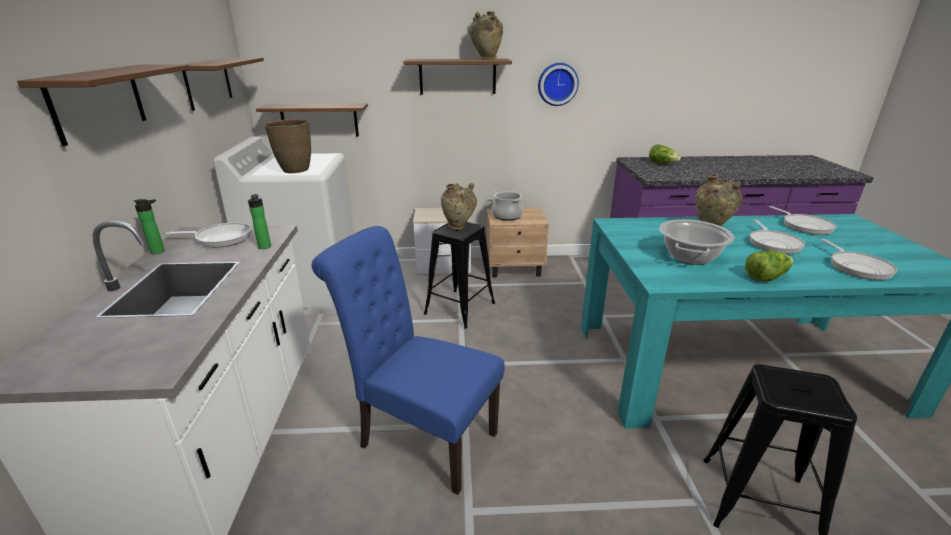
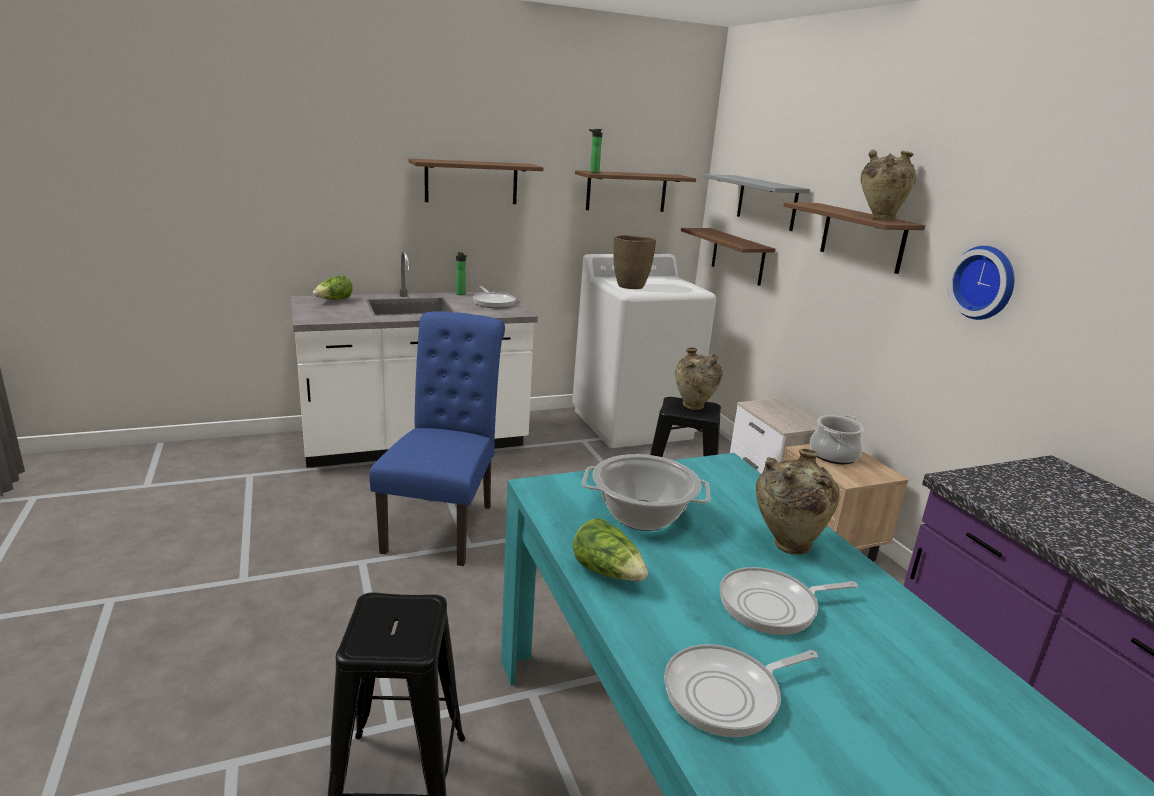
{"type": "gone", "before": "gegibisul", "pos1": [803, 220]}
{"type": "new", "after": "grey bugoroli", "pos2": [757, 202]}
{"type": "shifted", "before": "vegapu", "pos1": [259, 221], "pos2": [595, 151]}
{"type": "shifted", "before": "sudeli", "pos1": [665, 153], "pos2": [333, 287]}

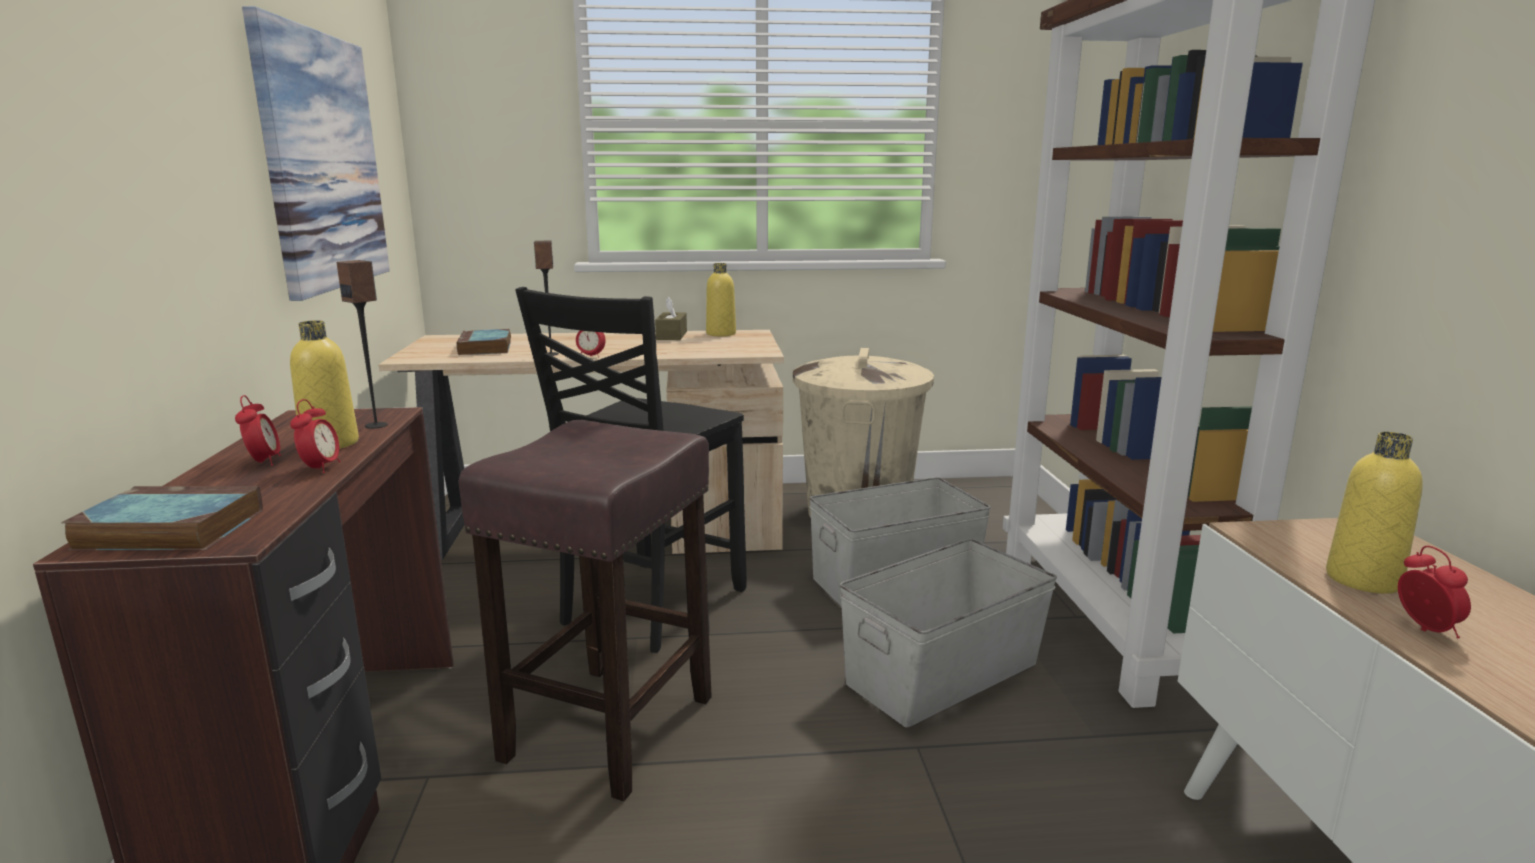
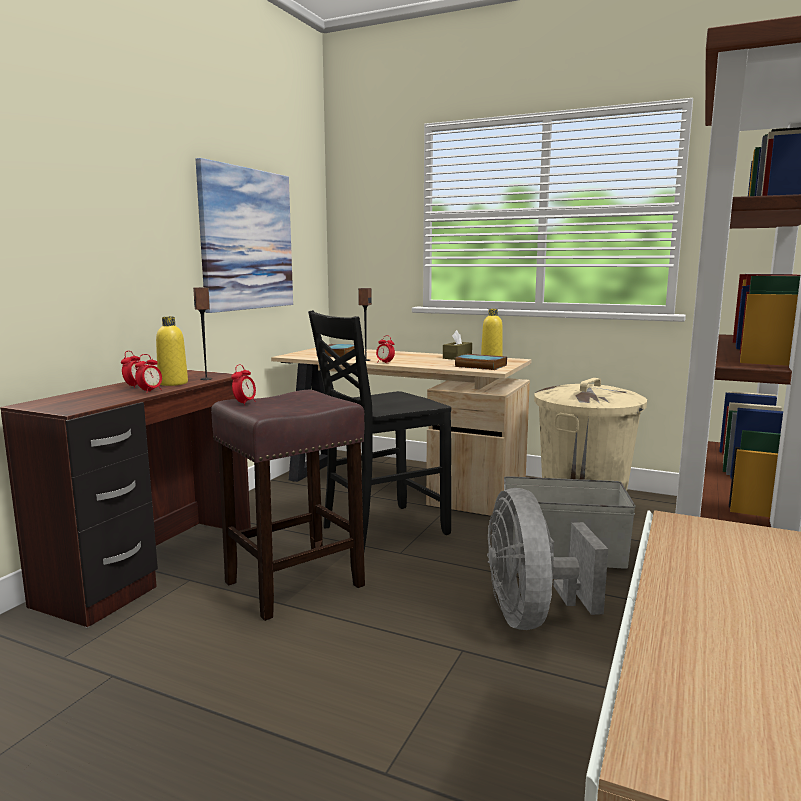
{"type": "gone", "before": "yellow vegapu", "pos1": [1374, 513]}
{"type": "shifted", "before": "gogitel", "pos1": [162, 518], "pos2": [480, 362]}
{"type": "shifted", "before": "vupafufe", "pos1": [1434, 592], "pos2": [243, 384]}
{"type": "swapped", "before": "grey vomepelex", "after": "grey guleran", "pos1": [948, 633], "pos2": [547, 559]}

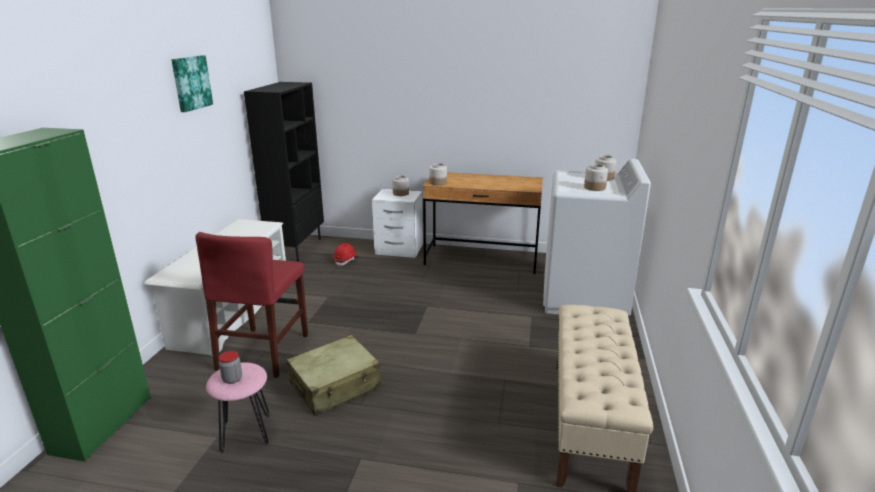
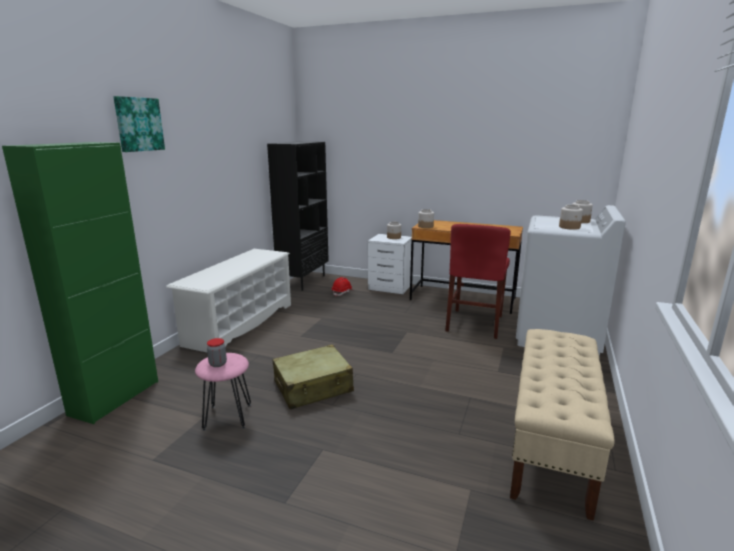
{"type": "shifted", "before": "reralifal", "pos1": [192, 83], "pos2": [139, 124]}
{"type": "shifted", "before": "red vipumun", "pos1": [251, 305], "pos2": [478, 281]}

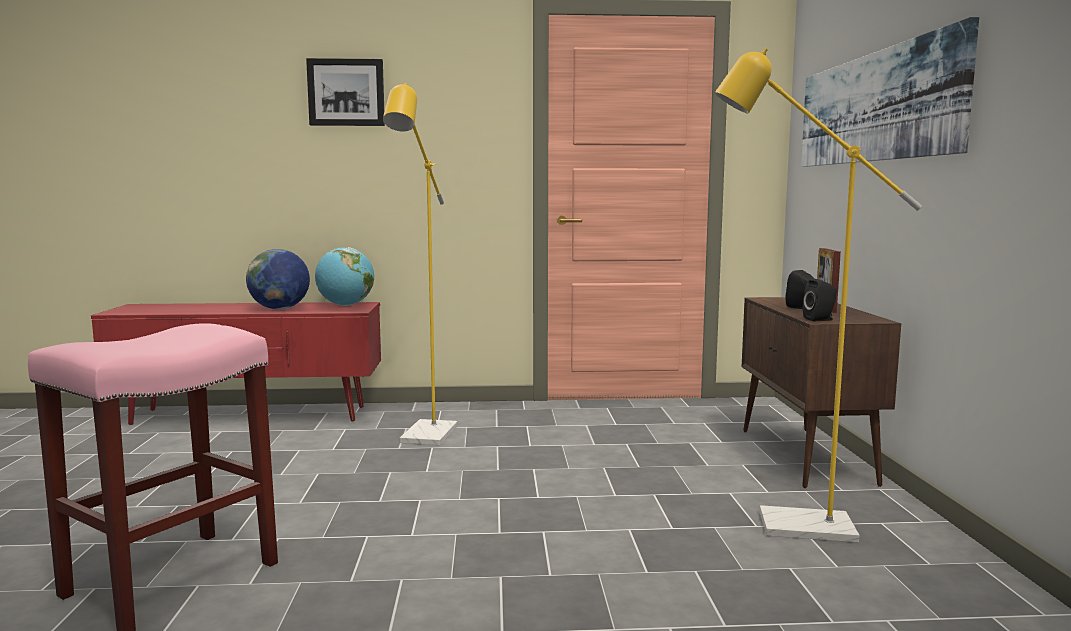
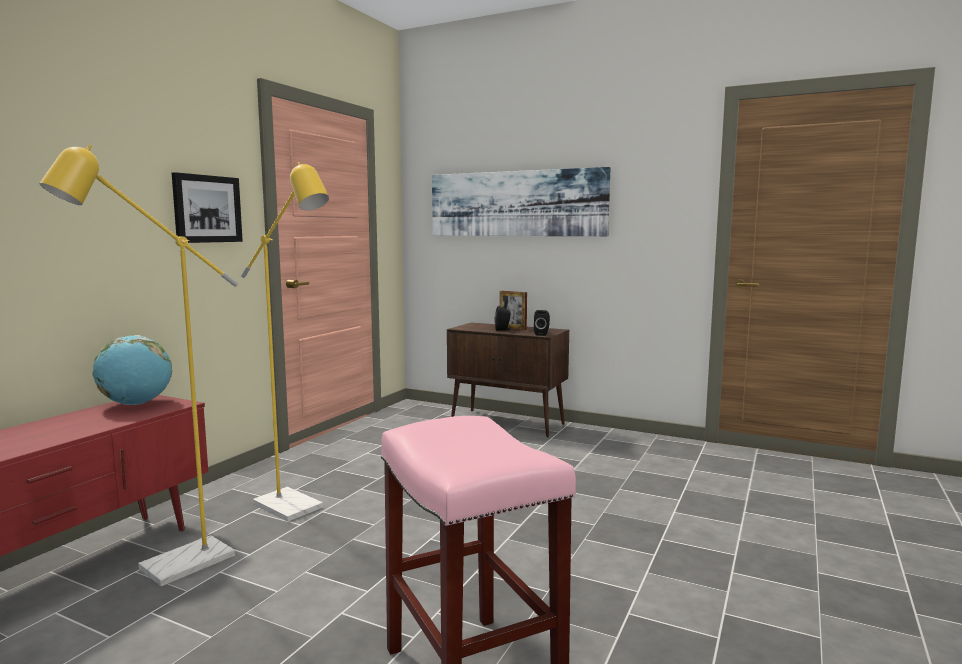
{"type": "gone", "before": "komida", "pos1": [278, 279]}
{"type": "shifted", "before": "reralifal", "pos1": [345, 92], "pos2": [207, 207]}
{"type": "shifted", "before": "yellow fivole", "pos1": [818, 295], "pos2": [138, 365]}

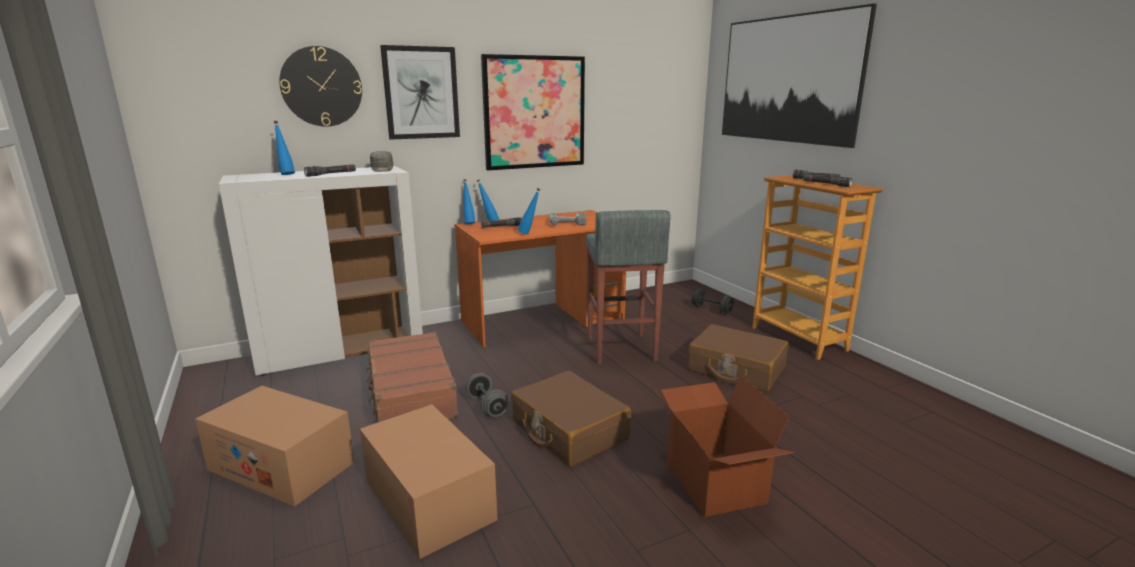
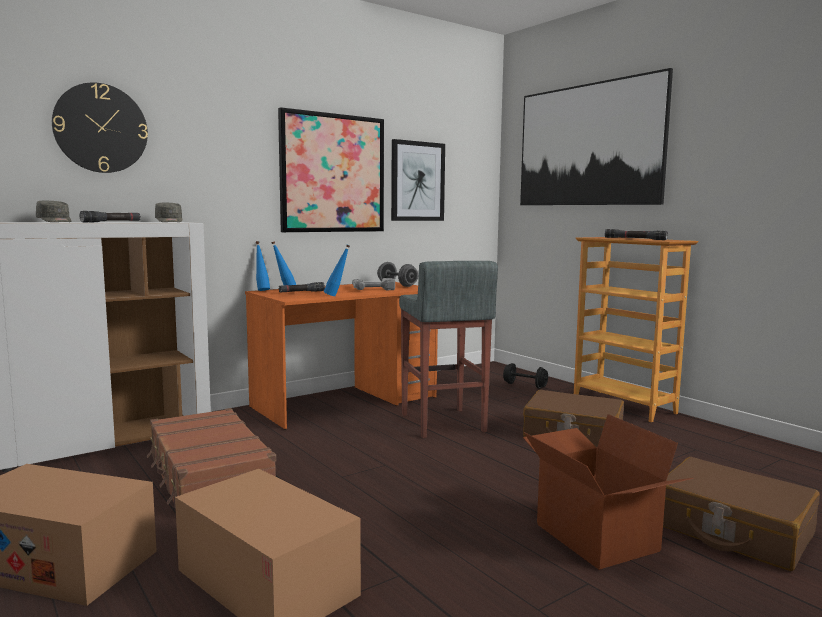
{"type": "shifted", "before": "reralifal", "pos1": [420, 92], "pos2": [418, 180]}
{"type": "shifted", "before": "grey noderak", "pos1": [487, 395], "pos2": [397, 274]}
{"type": "shifted", "before": "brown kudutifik", "pos1": [571, 419], "pos2": [741, 514]}
{"type": "swapped", "before": "blue vegapu", "after": "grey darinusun", "pos1": [284, 148], "pos2": [53, 211]}

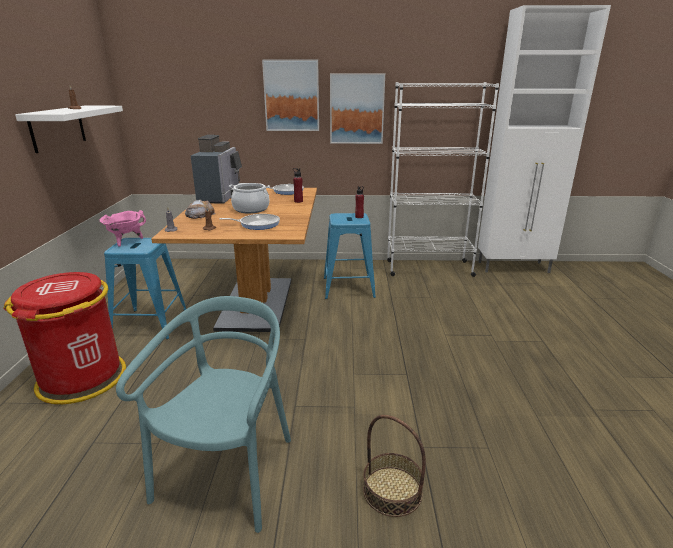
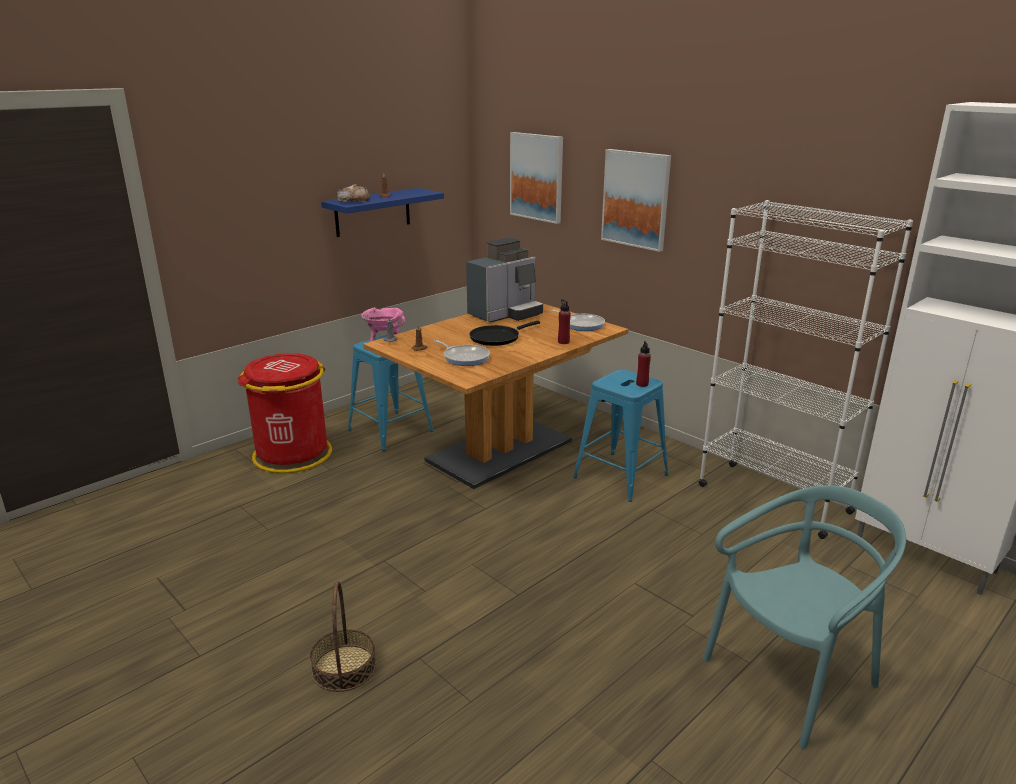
{"type": "shifted", "before": "turquoise vipumun", "pos1": [203, 414], "pos2": [804, 616]}
{"type": "shifted", "before": "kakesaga", "pos1": [200, 209], "pos2": [353, 193]}
{"type": "shifted", "before": "reralifal", "pos1": [357, 109], "pos2": [536, 178]}
{"type": "swapped", "before": "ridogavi", "after": "black gegibisul", "pos1": [249, 198], "pos2": [504, 333]}
{"type": "repainted", "before": "white bugoroli", "after": "blue bugoroli", "pos1": [69, 129], "pos2": [382, 212]}

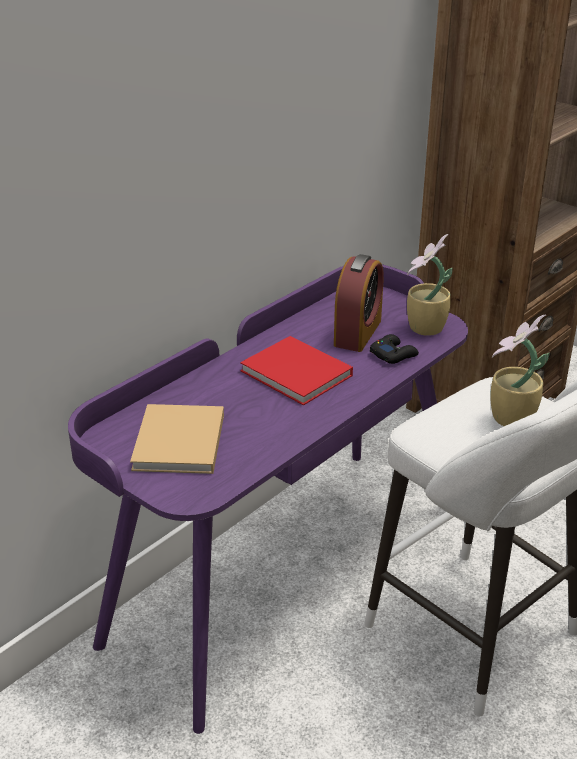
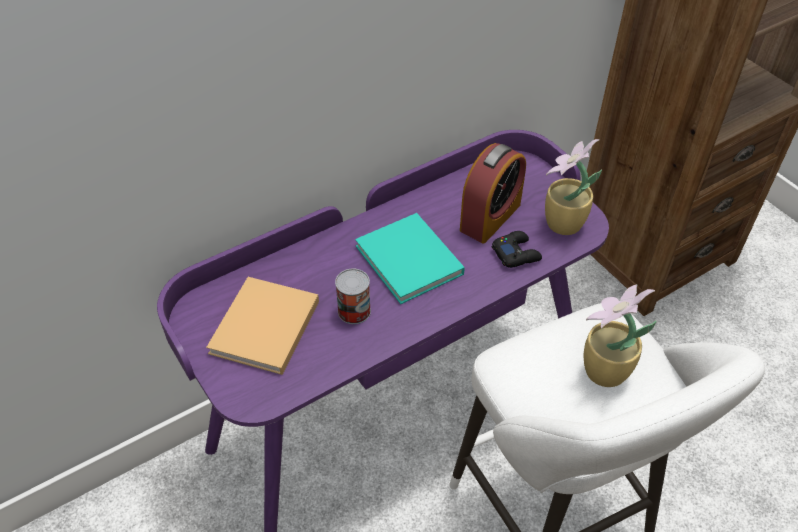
{"type": "new", "after": "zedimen", "pos2": [353, 296]}
{"type": "repainted", "before": "red gogitel", "after": "turquoise gogitel", "pos1": [296, 371], "pos2": [410, 258]}

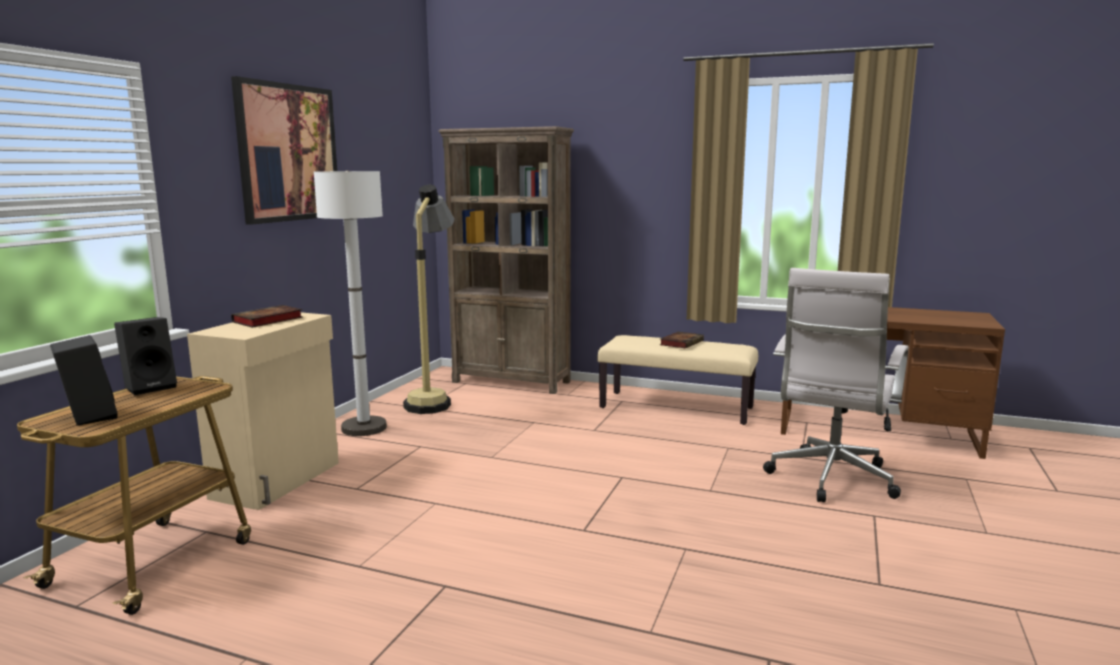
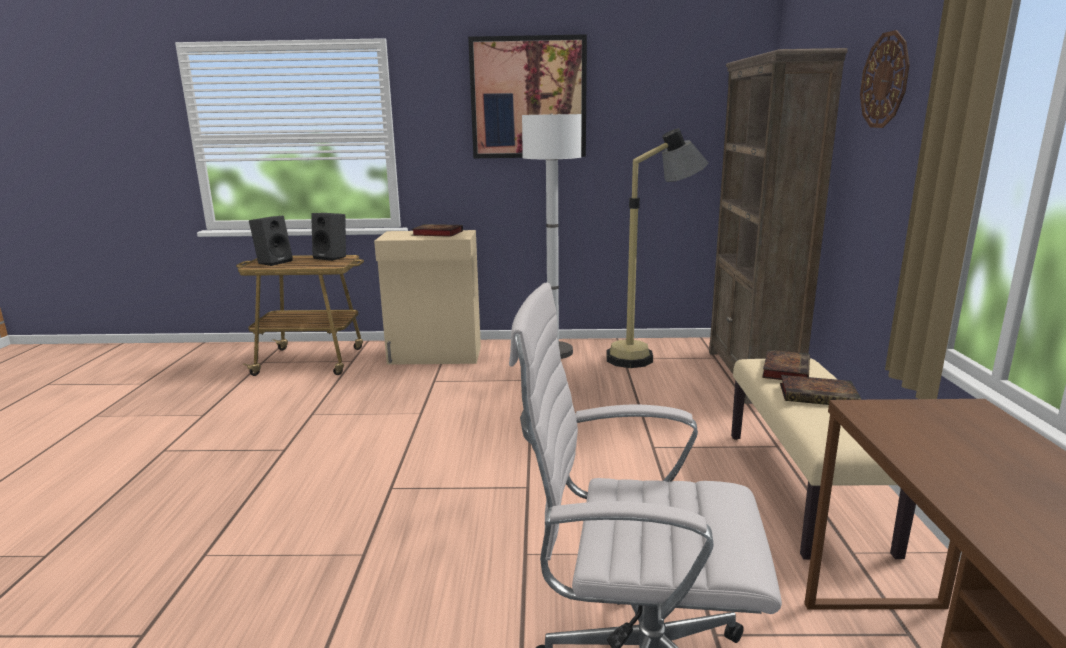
{"type": "new", "after": "gogitel", "pos2": [786, 364]}
{"type": "new", "after": "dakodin", "pos2": [885, 79]}

